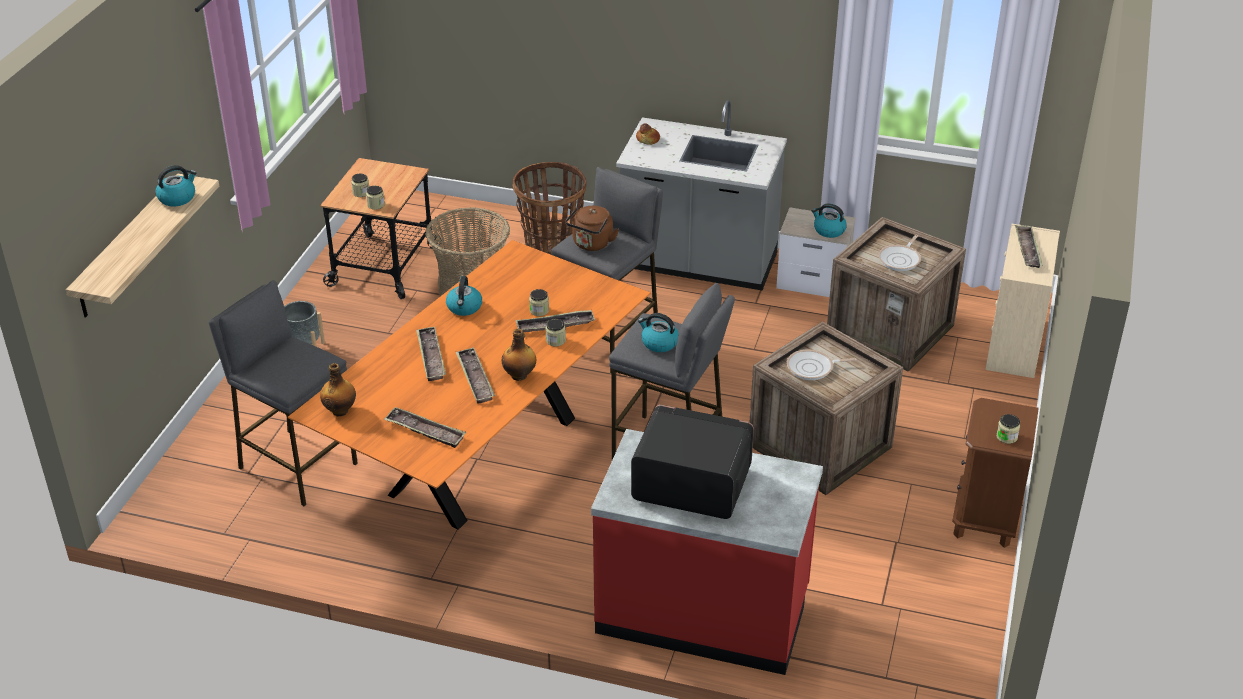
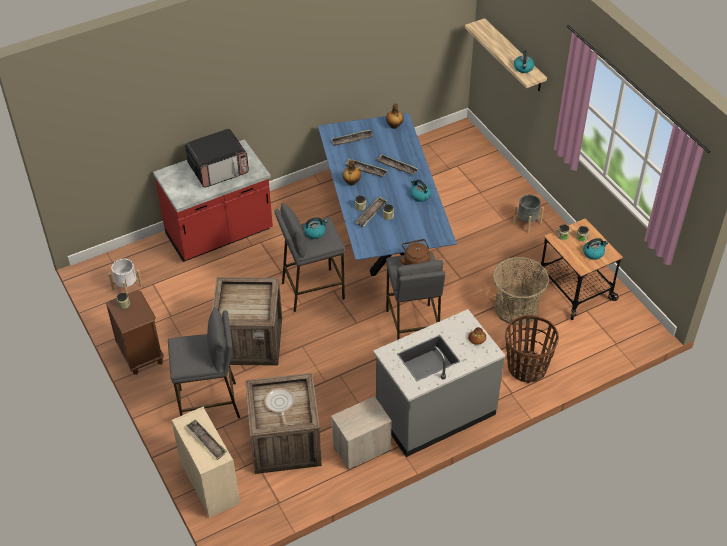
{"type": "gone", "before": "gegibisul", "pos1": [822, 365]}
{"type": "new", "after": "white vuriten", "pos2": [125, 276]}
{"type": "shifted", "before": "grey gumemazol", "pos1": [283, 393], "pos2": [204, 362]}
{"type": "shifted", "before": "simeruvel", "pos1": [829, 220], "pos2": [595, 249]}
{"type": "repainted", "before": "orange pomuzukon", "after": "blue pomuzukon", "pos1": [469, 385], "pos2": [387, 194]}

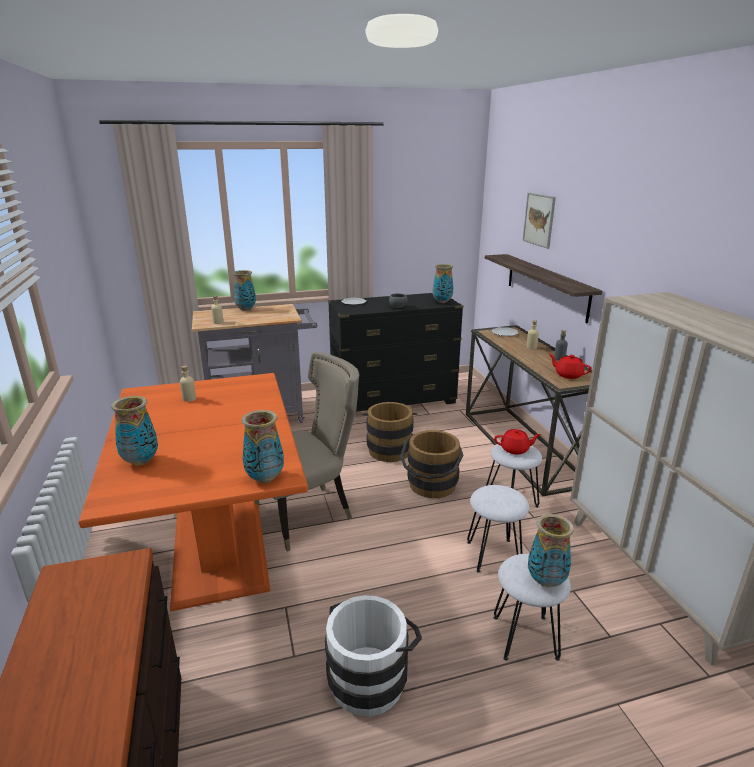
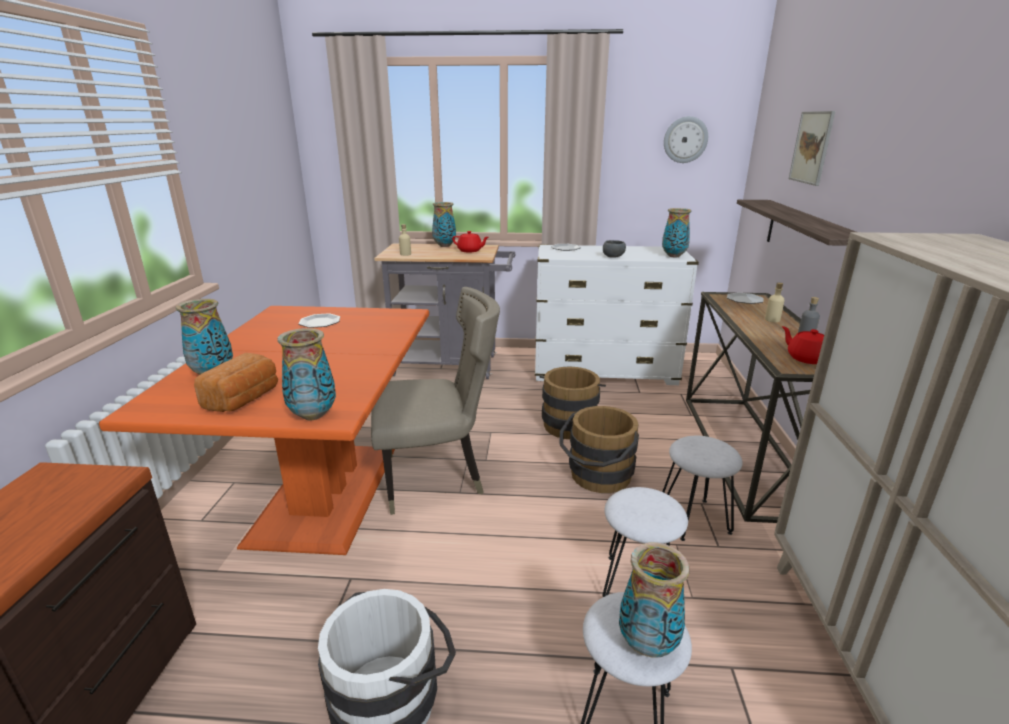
{"type": "new", "after": "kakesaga", "pos2": [236, 382]}
{"type": "new", "after": "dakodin", "pos2": [686, 139]}
{"type": "shifted", "before": "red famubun", "pos1": [517, 441], "pos2": [470, 241]}
{"type": "swapped", "before": "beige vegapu", "after": "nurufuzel", "pos1": [188, 383], "pos2": [319, 320]}
{"type": "repainted", "before": "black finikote", "after": "white finikote", "pos1": [396, 352], "pos2": [617, 314]}

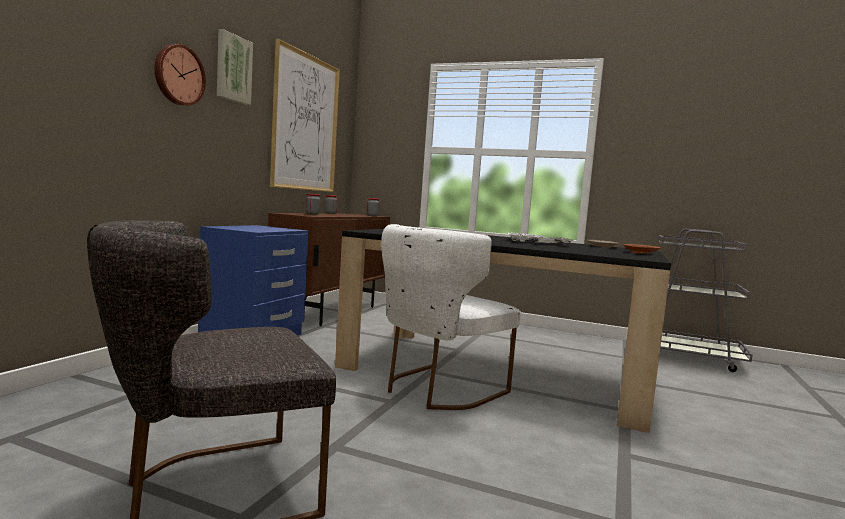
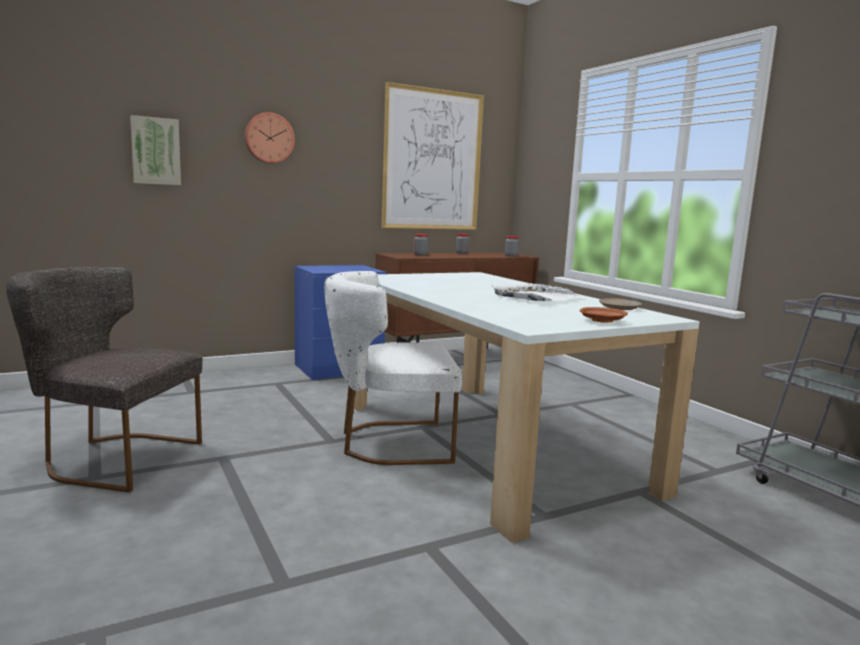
{"type": "shifted", "before": "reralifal", "pos1": [235, 67], "pos2": [155, 150]}
{"type": "repainted", "before": "black pomuzukon", "after": "white pomuzukon", "pos1": [503, 331], "pos2": [527, 407]}

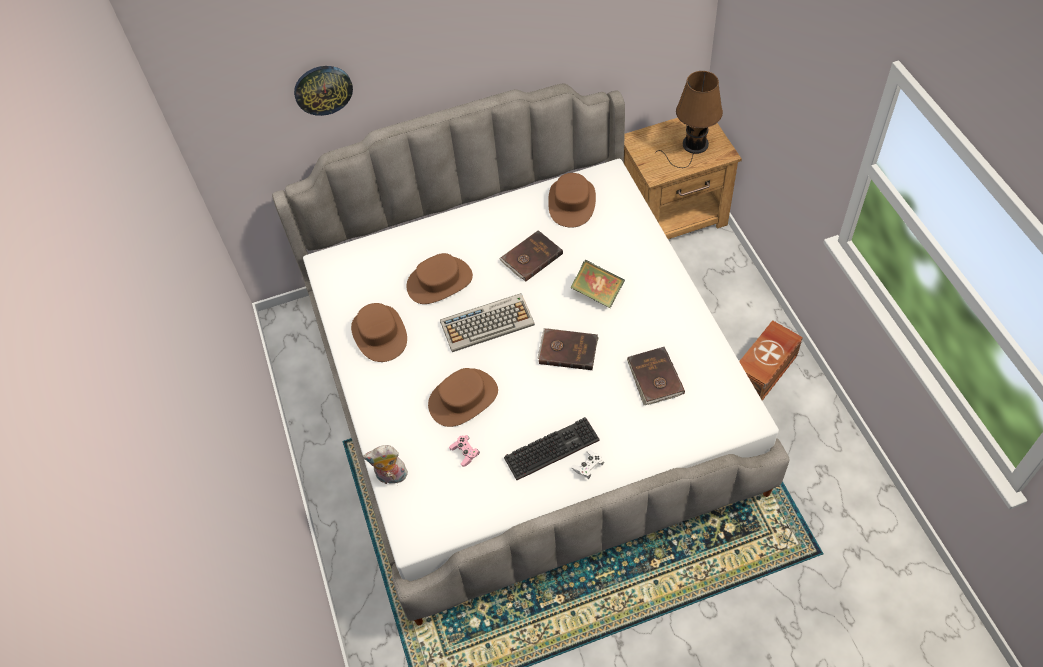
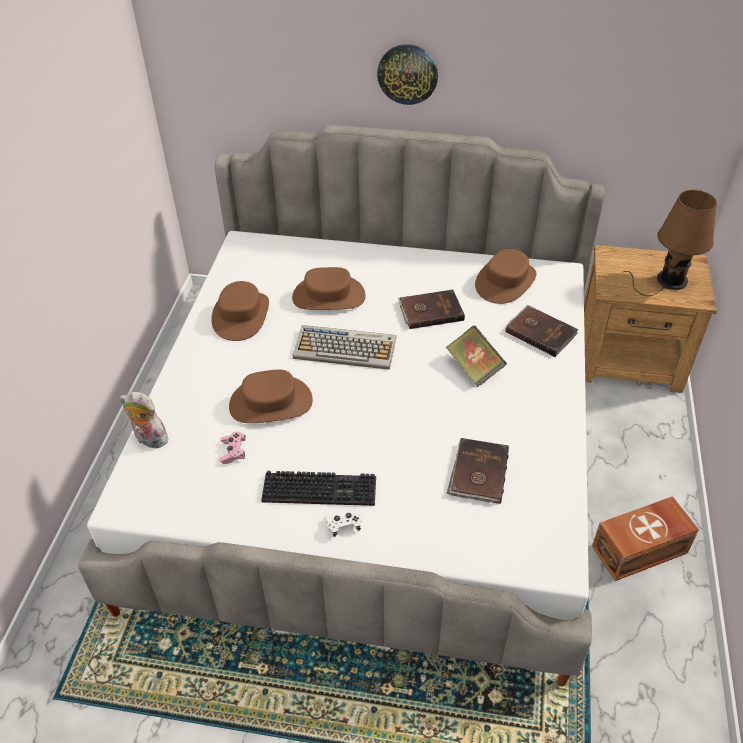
{"type": "shifted", "before": "dakodin", "pos1": [323, 91], "pos2": [407, 74]}
{"type": "shifted", "before": "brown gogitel", "pos1": [568, 349], "pos2": [541, 331]}

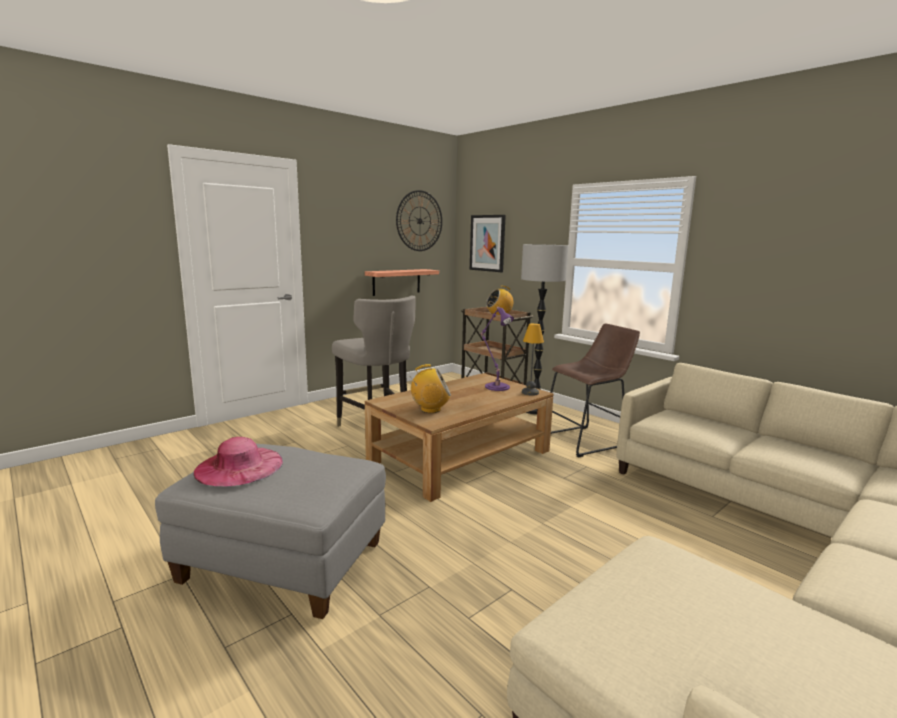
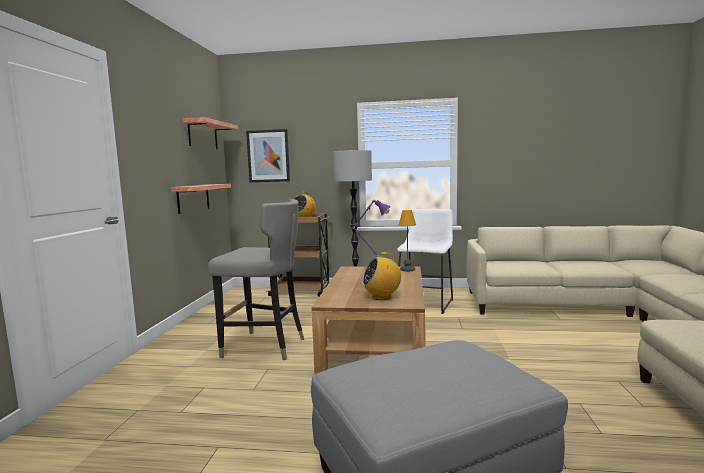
{"type": "gone", "before": "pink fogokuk", "pos1": [238, 461]}
{"type": "swapped", "before": "dakodin", "after": "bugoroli", "pos1": [419, 220], "pos2": [210, 133]}
{"type": "repainted", "before": "brown gumemazol", "after": "white gumemazol", "pos1": [595, 390], "pos2": [425, 261]}
{"type": "rotated", "before": "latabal", "pos1": [431, 388], "pos2": [381, 276], "turn": -150}

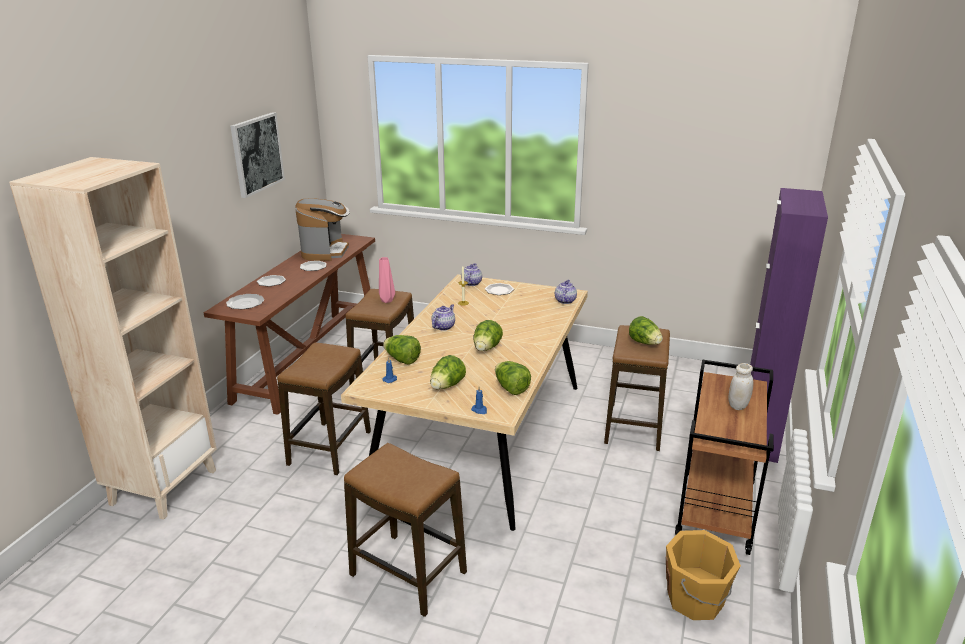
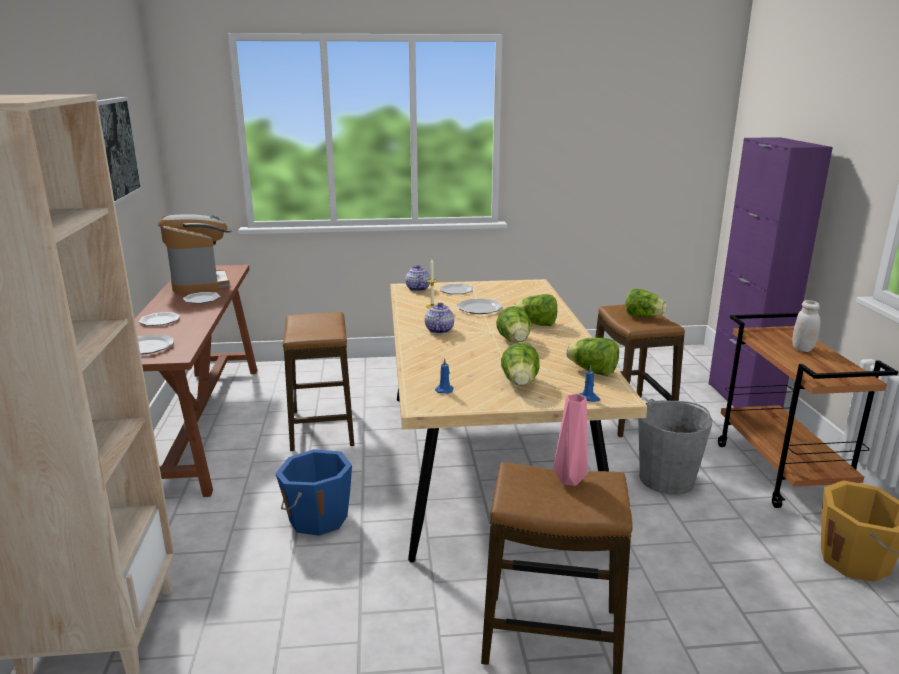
{"type": "gone", "before": "famubun", "pos1": [566, 292]}
{"type": "new", "after": "nurufuzel", "pos2": [479, 306]}
{"type": "new", "after": "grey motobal", "pos2": [675, 447]}
{"type": "shifted", "before": "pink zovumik", "pos1": [387, 280], "pos2": [570, 440]}
{"type": "shifted", "before": "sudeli", "pos1": [402, 350], "pos2": [535, 310]}
{"type": "swapped", "before": "gumemazol", "after": "blue motobal", "pos1": [324, 408], "pos2": [313, 492]}

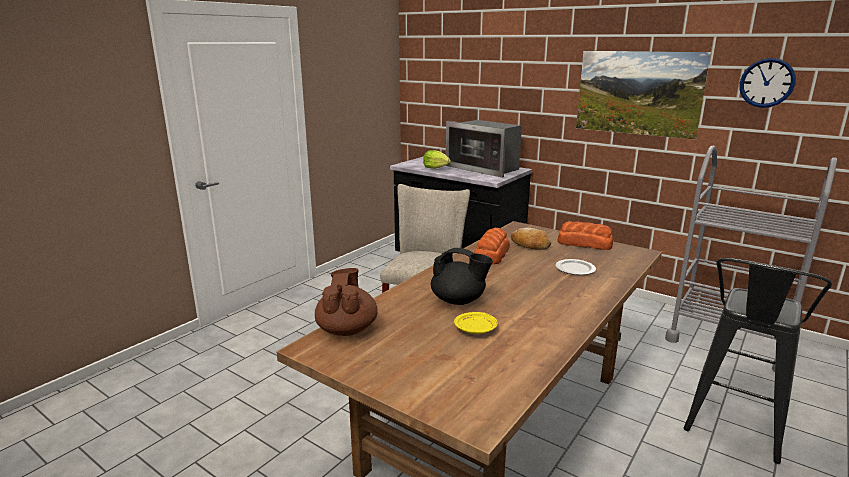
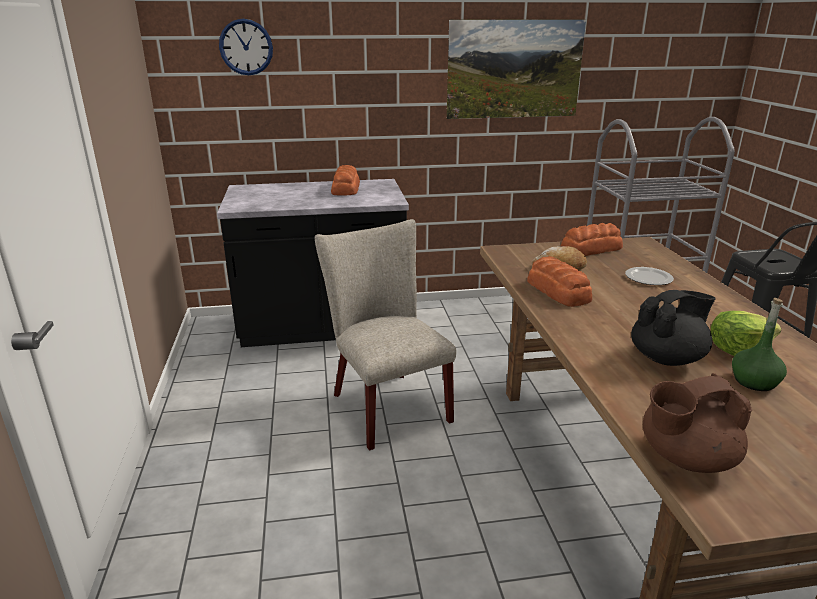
{"type": "shifted", "before": "sudeli", "pos1": [437, 159], "pos2": [746, 333]}
{"type": "shifted", "before": "dakodin", "pos1": [767, 83], "pos2": [246, 47]}
{"type": "swapped", "before": "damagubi", "after": "kakesaga", "pos1": [484, 149], "pos2": [345, 180]}
{"type": "swapped", "before": "yellow nurufuzel", "after": "green vegapu", "pos1": [476, 323], "pos2": [759, 344]}
{"type": "rotated", "before": "brown famubun", "pos1": [346, 302], "pos2": [697, 423], "turn": -60}

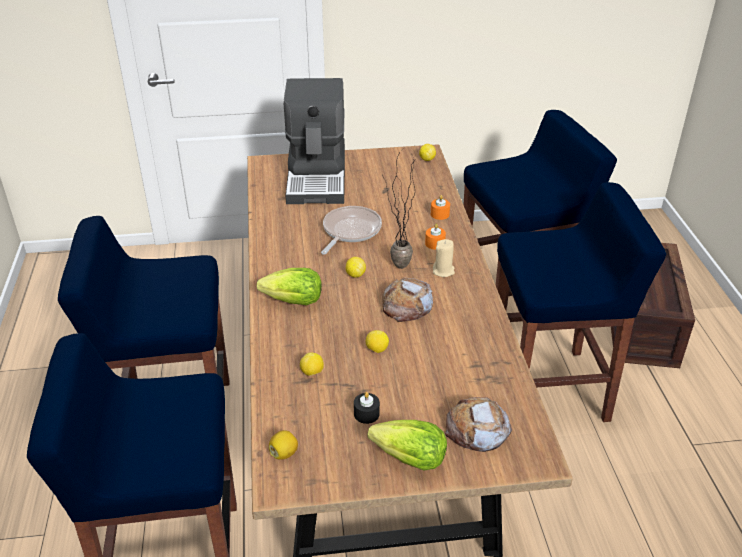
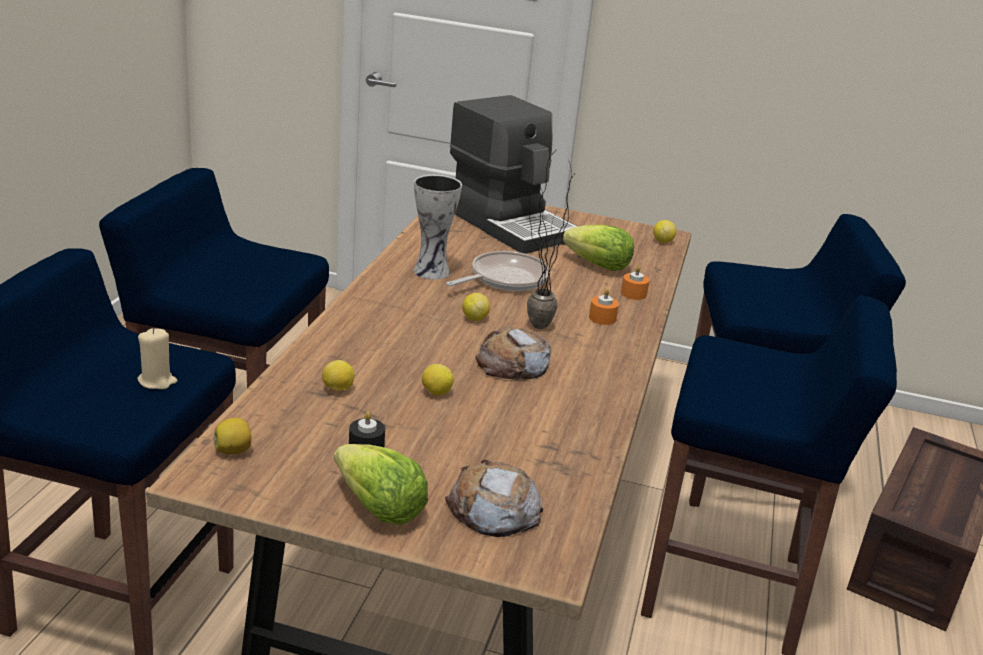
{"type": "new", "after": "zovumik", "pos2": [438, 227]}
{"type": "shifted", "before": "sudeli", "pos1": [289, 286], "pos2": [598, 248]}
{"type": "shifted", "before": "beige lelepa", "pos1": [444, 258], "pos2": [157, 358]}
{"type": "rotated", "before": "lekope", "pos1": [314, 141], "pos2": [514, 174], "turn": -60}

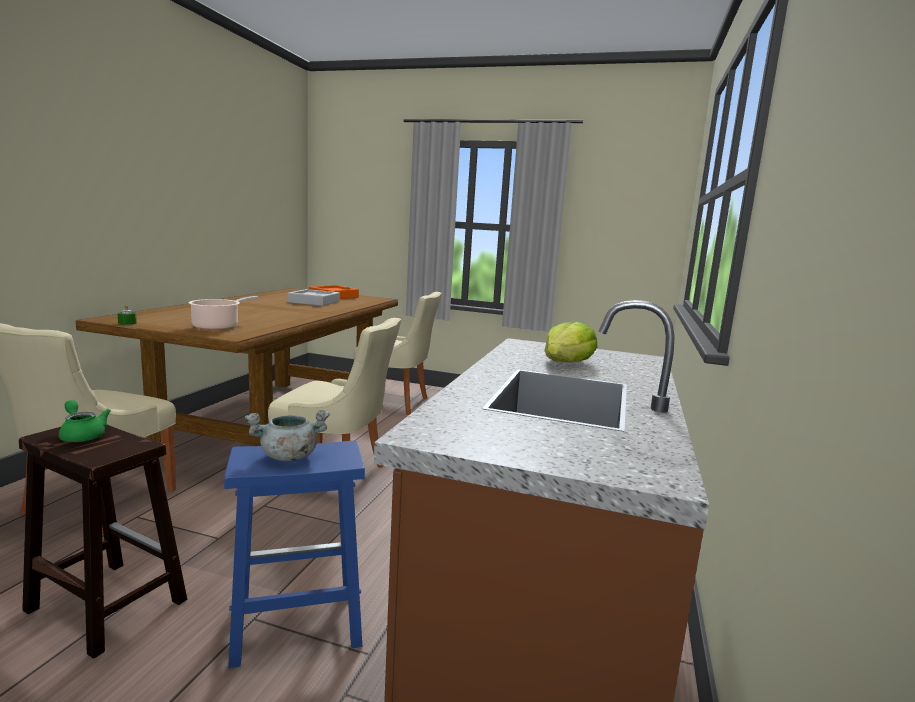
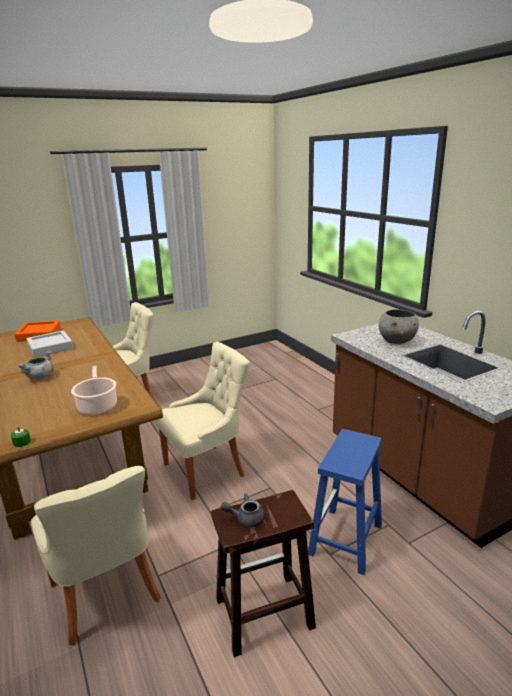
{"type": "shifted", "before": "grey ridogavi", "pos1": [287, 435], "pos2": [36, 365]}
{"type": "swapped", "before": "sudeli", "after": "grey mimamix", "pos1": [570, 341], "pos2": [399, 326]}
{"type": "repainted", "before": "green famubun", "after": "grey famubun", "pos1": [85, 421], "pos2": [243, 510]}

